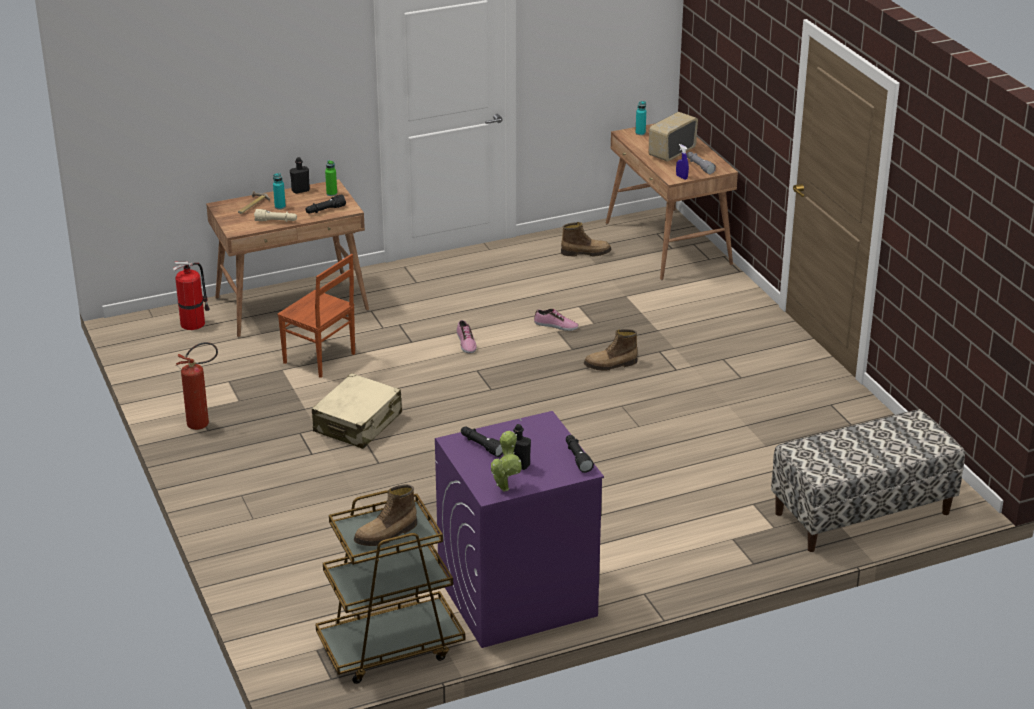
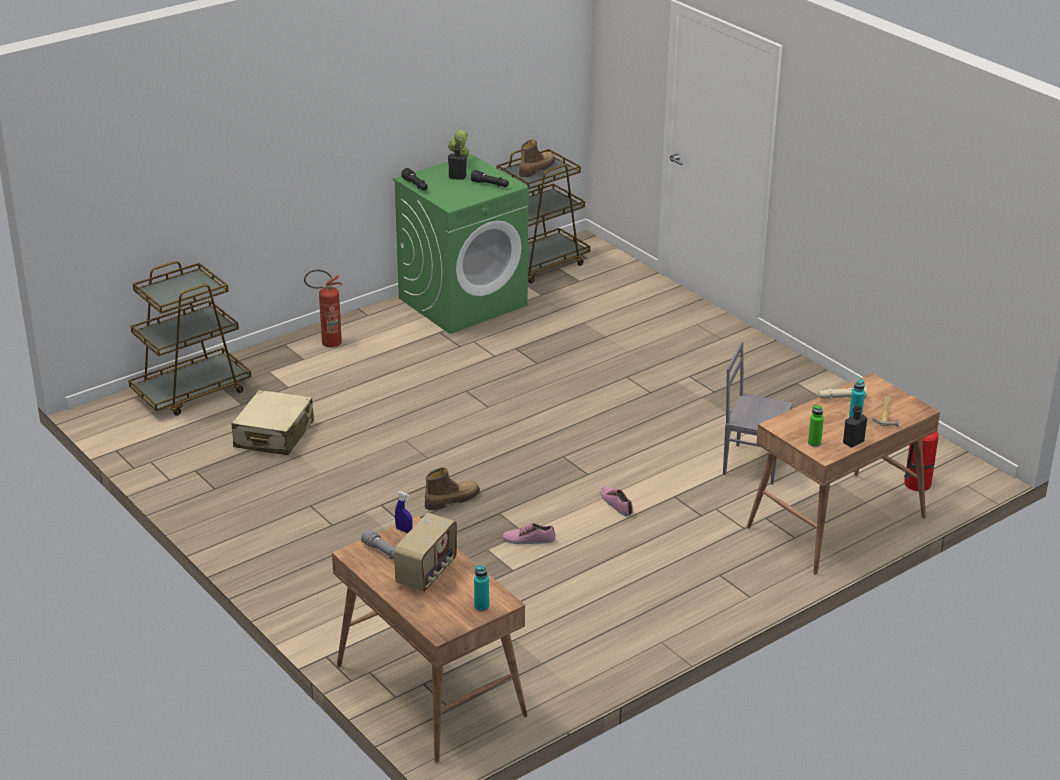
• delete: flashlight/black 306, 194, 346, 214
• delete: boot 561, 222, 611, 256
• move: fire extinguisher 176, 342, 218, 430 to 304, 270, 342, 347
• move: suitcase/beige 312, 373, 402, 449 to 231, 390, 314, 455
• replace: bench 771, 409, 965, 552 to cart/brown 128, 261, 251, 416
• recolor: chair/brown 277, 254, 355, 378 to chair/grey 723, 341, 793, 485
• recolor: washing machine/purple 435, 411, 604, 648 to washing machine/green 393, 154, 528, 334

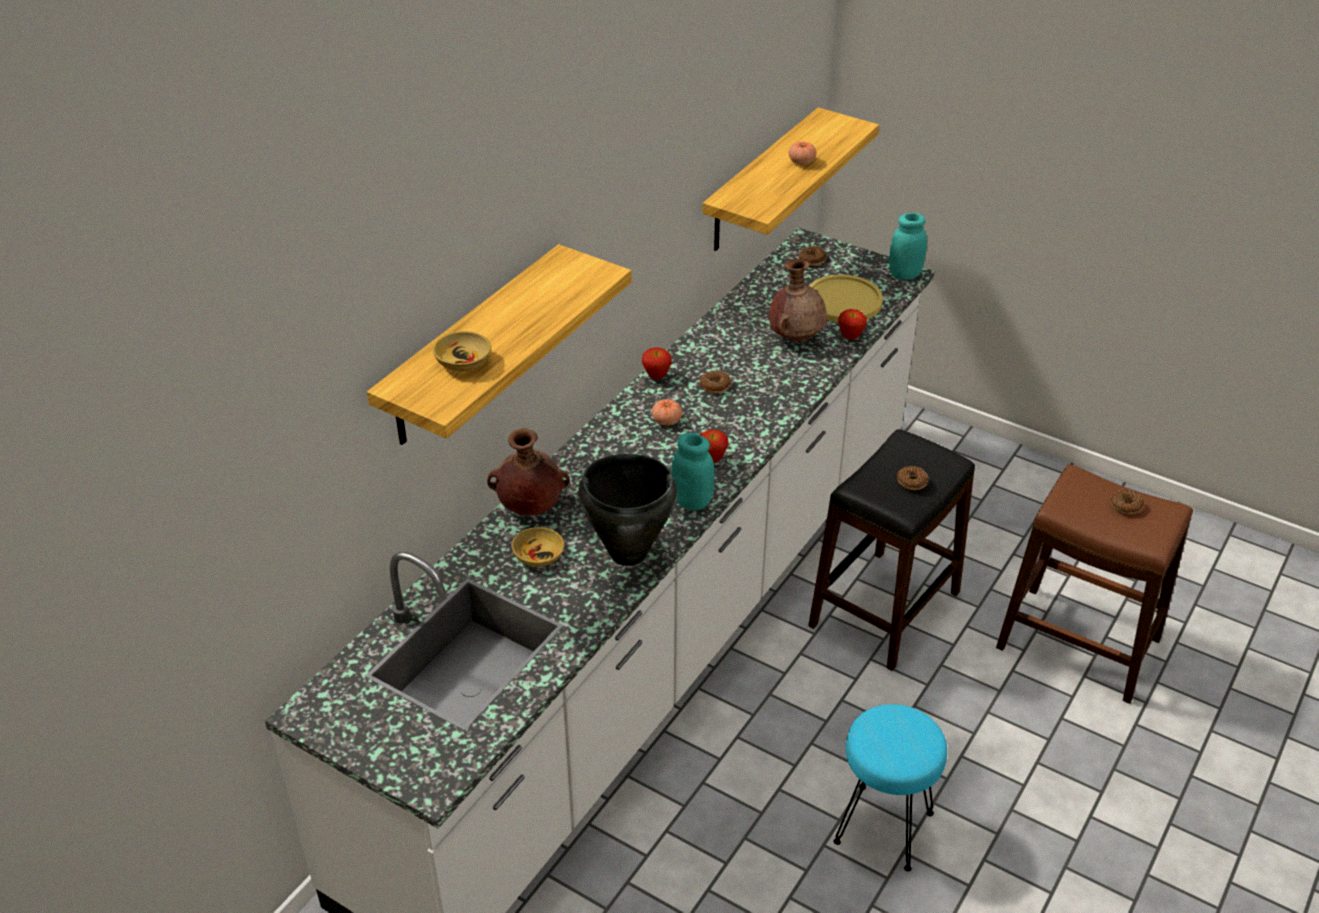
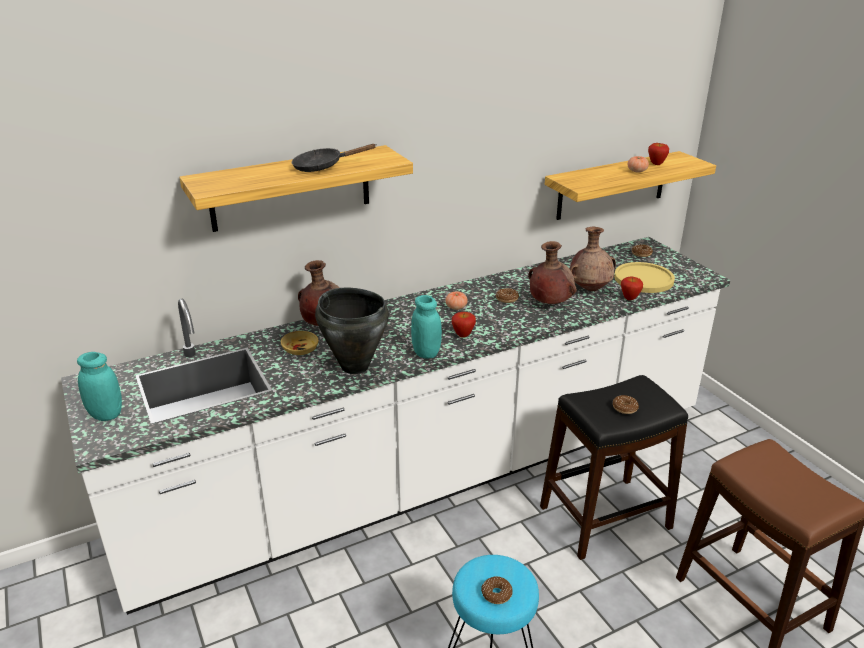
• delete: bowl/beige 433, 331, 491, 371
• insert: frying pan/black 292, 144, 377, 172
• insert: vase/brown 528, 241, 577, 304
• move: apple 642, 348, 671, 380 to 648, 143, 669, 165
• move: jar/turquoise 889, 213, 927, 280 to 77, 352, 122, 421
• move: donut 1111, 489, 1144, 514 to 481, 576, 513, 604

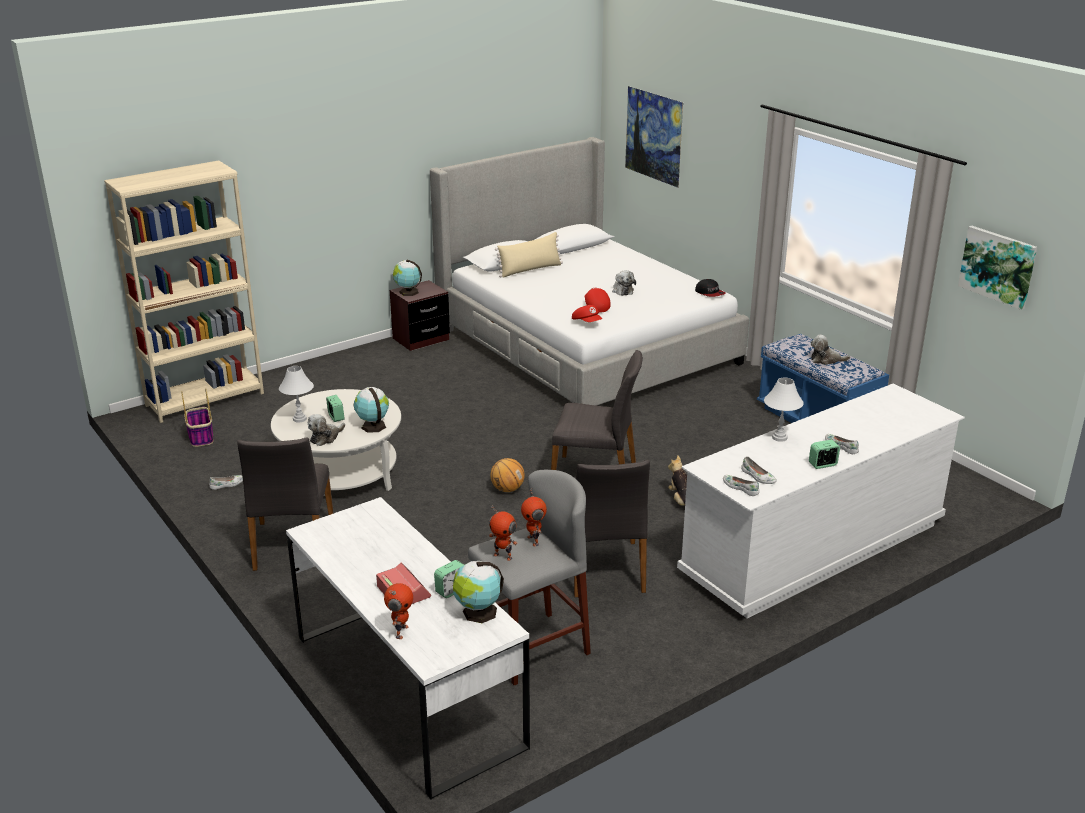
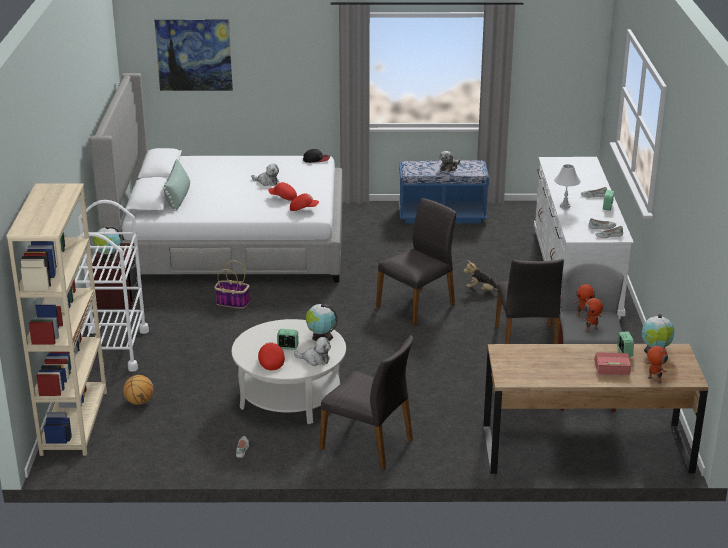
• delete: picture 958, 226, 1037, 310
• insert: cart/white 75, 200, 149, 372
• move: basket 181, 388, 214, 447 to 215, 260, 249, 309
• move: basketball 490, 458, 525, 492 to 123, 375, 154, 405
• replace: table lamp/white 279, 366, 314, 423 to cap/red 258, 342, 285, 370
• recolor: desk/white 286, 497, 530, 800 to desk/brown 483, 344, 709, 474
• recolor: pillow/beige 495, 232, 563, 278 to pillow/green 163, 159, 190, 211
• rotate: plush toy 308, 414, 345, 446 = 294, 337, 331, 366 60 degrees counterclockwise
• rotate: chair/grey 574, 460, 650, 597 = 495, 259, 564, 344 60 degrees clockwise

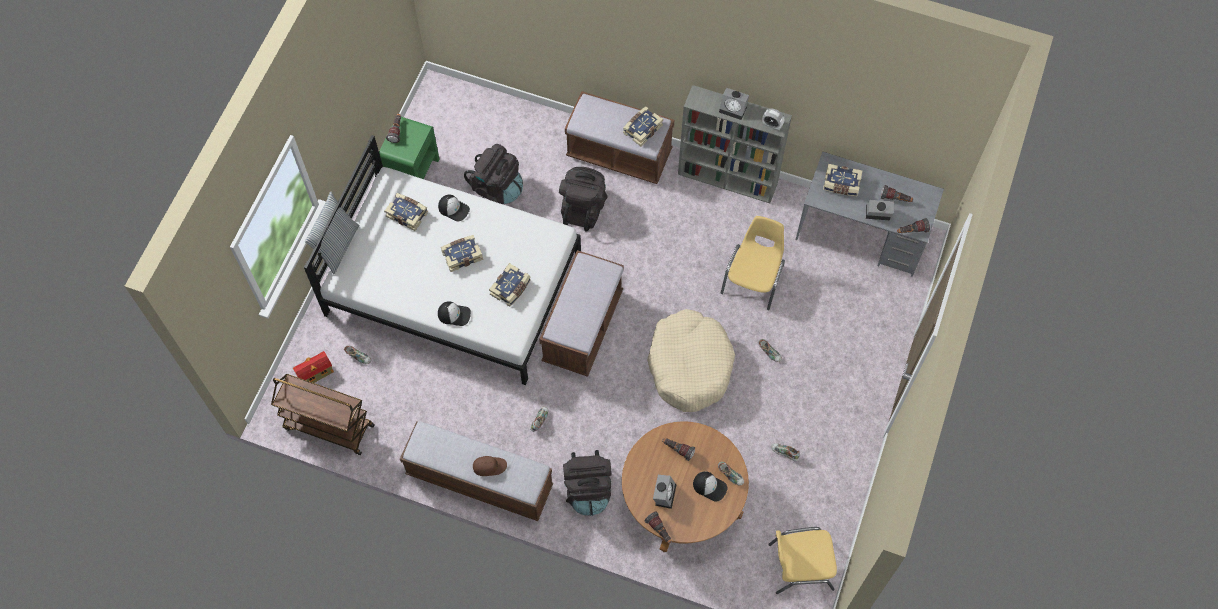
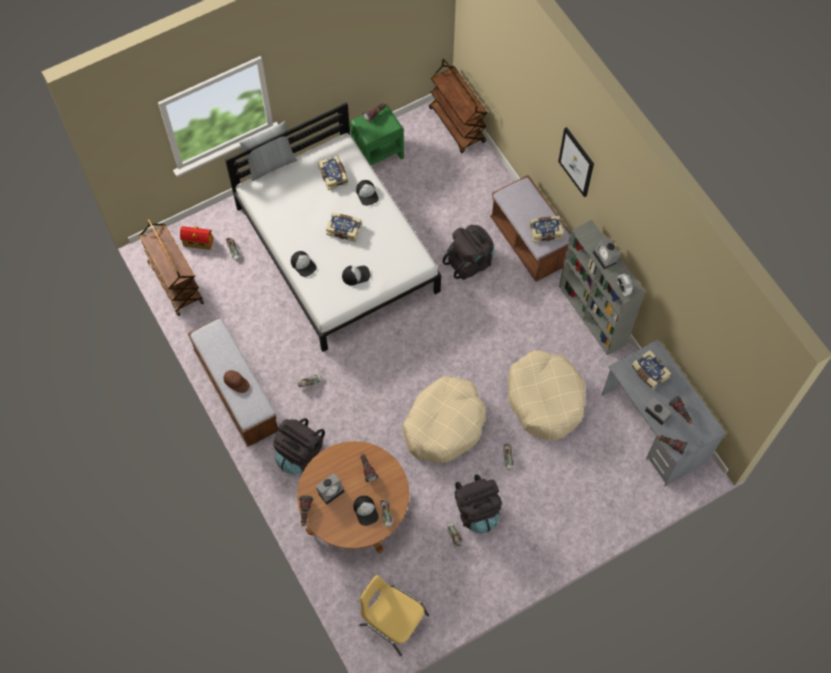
• delete: bench/brown 539, 250, 624, 377
• insert: cart/brown 429, 59, 487, 153
• insert: picture 558, 127, 594, 197
• move: backpack/black 464, 144, 523, 204 to 455, 474, 502, 533
• replace: book 489, 263, 531, 306 to cap 342, 266, 371, 285
• replace: chair/yellow 721, 216, 785, 310 to dog bed/beige 508, 350, 585, 441

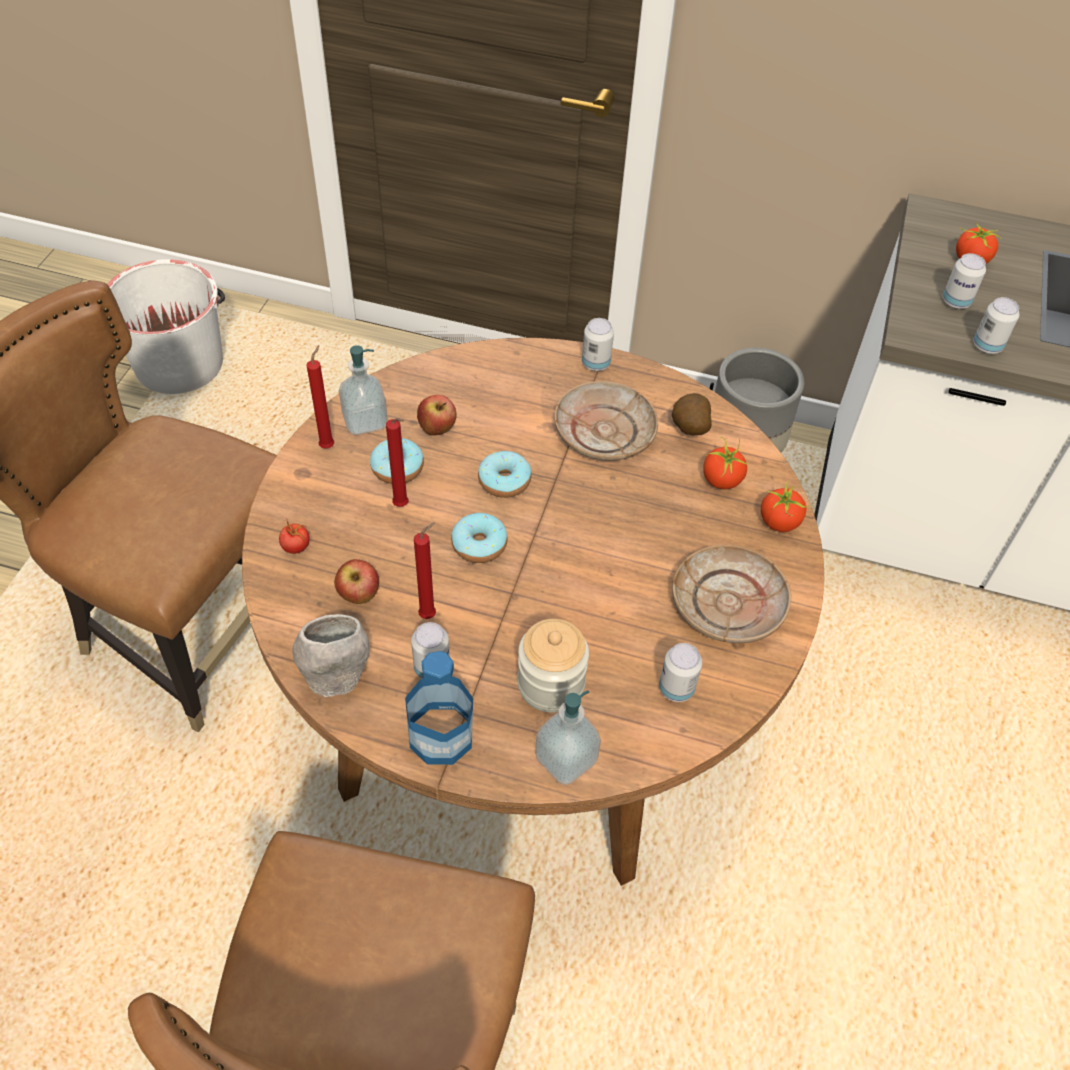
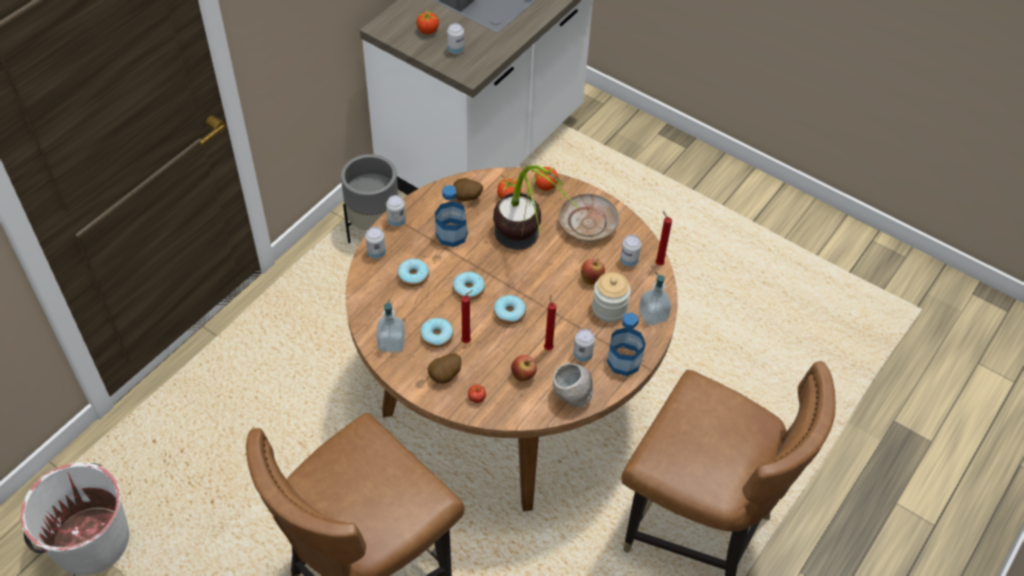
• insert: donut 397, 259, 429, 287
• insert: potato 428, 354, 461, 384
• insert: potted plant 493, 165, 579, 250
• move: candle/red 307, 345, 334, 449 to 655, 211, 672, 265
• move: apple 417, 395, 457, 436 to 581, 259, 605, 285
• move: can 973, 297, 1020, 354 to 365, 227, 386, 259
• replace: plate/beige 554, 381, 658, 461 to bottle 435, 185, 468, 247

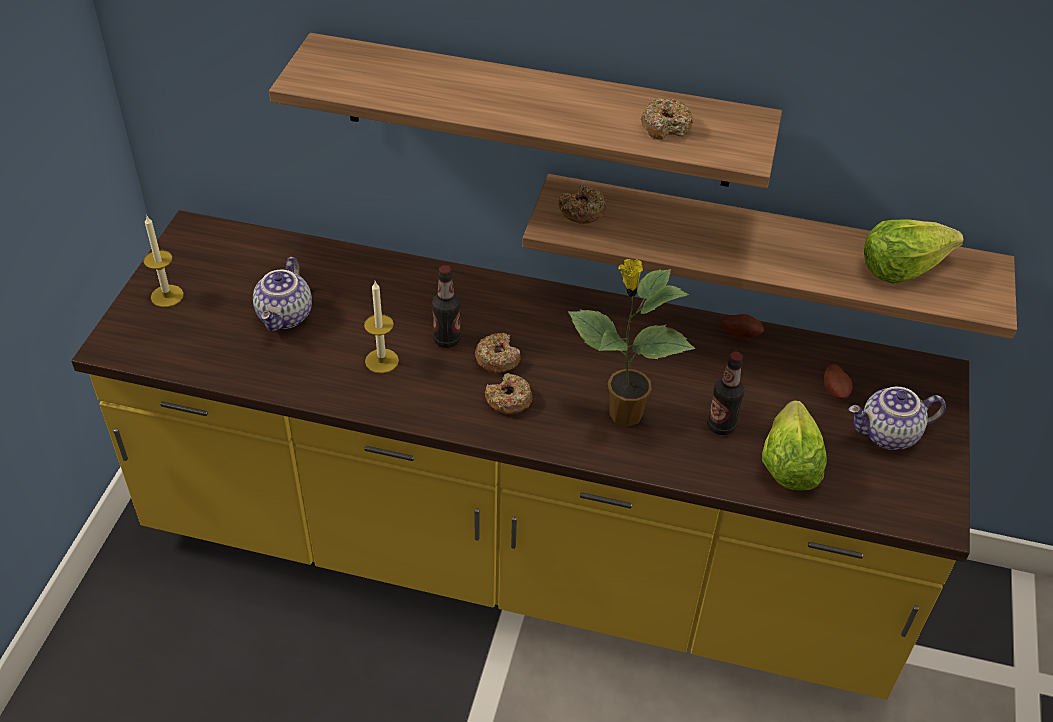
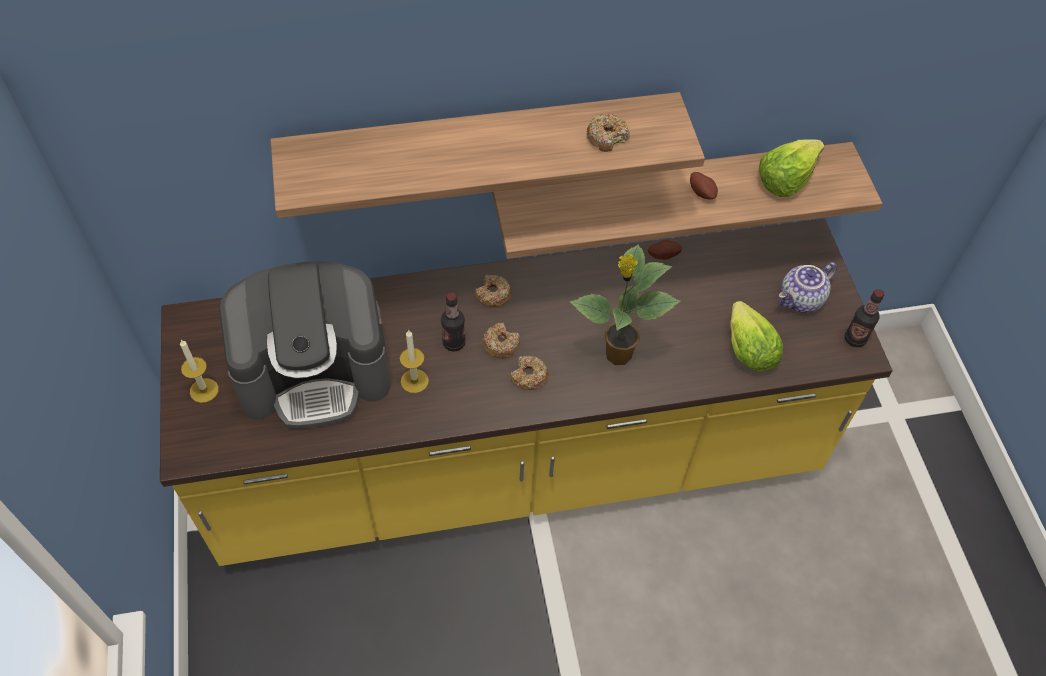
• move: donut 558, 185, 606, 224 to 475, 275, 512, 307
• move: bottle 707, 352, 744, 435 to 845, 289, 884, 347
• move: potato 824, 364, 852, 400 to 690, 172, 718, 200
• replace: teapot 253, 257, 312, 331 to coffee machine 219, 261, 391, 429

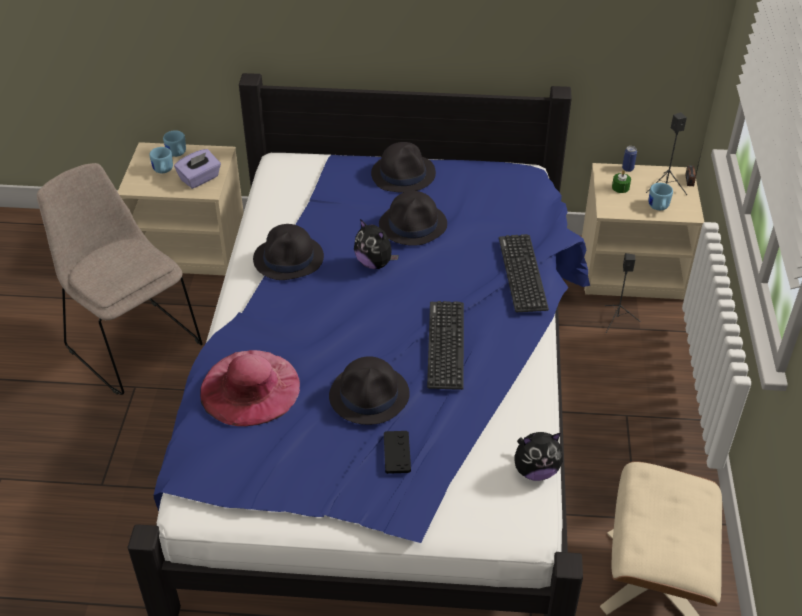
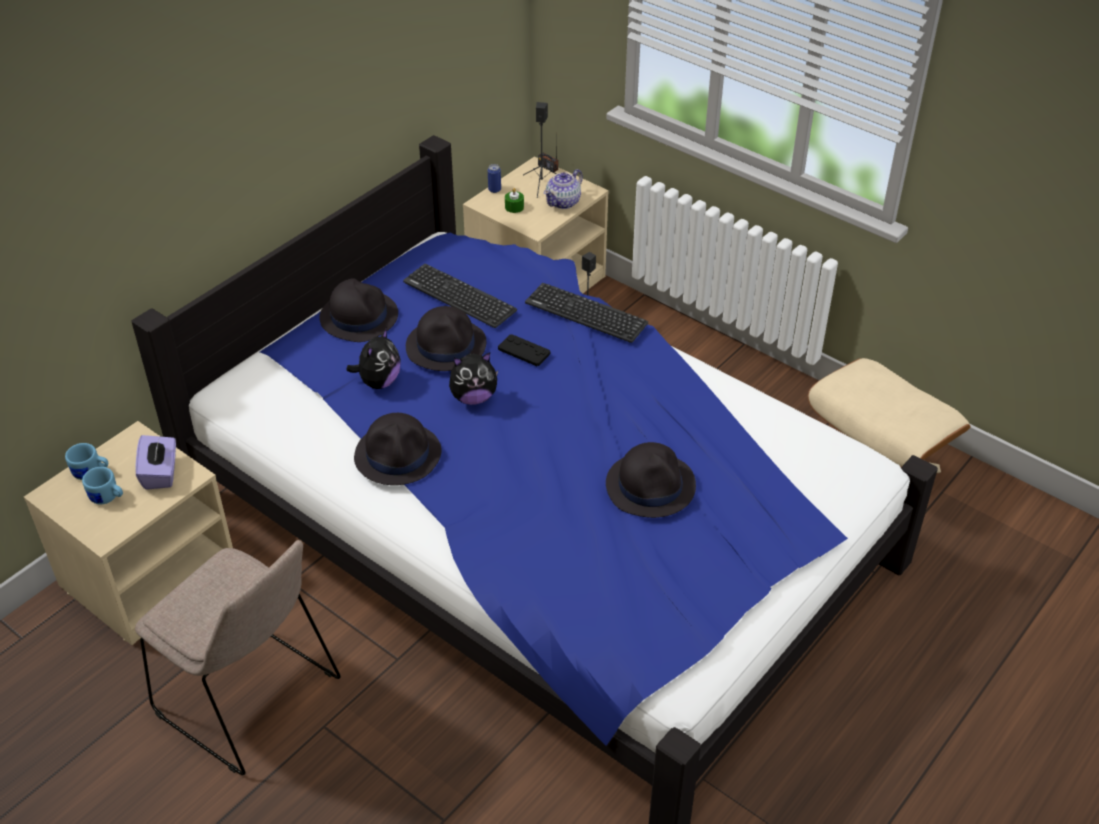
• delete: hat/pink 200, 350, 300, 427
• move: game controller/black 384, 431, 411, 474 to 498, 334, 550, 366
• move: keyboard 427, 301, 464, 390 to 403, 264, 517, 328
• move: plush toy 515, 432, 563, 481 to 346, 328, 400, 389
• replace: mug/blue 648, 183, 673, 210 to teapot 544, 169, 583, 209
• rotate: chair/beige 37, 163, 203, 395 = 135, 540, 341, 775 135 degrees counterclockwise

